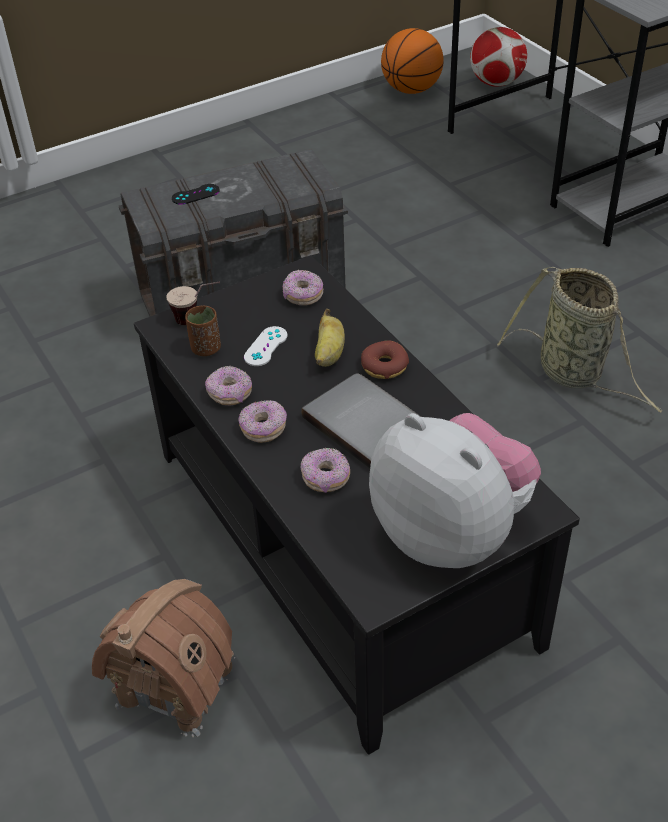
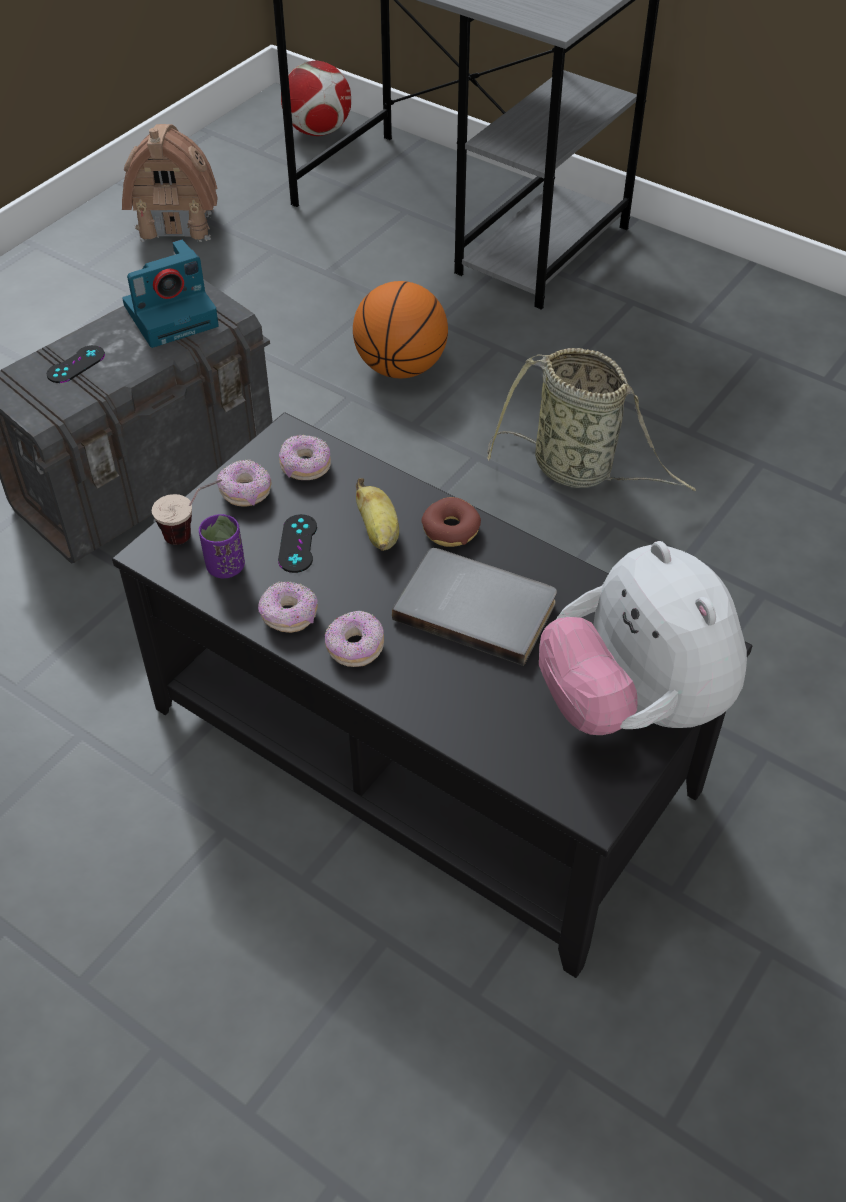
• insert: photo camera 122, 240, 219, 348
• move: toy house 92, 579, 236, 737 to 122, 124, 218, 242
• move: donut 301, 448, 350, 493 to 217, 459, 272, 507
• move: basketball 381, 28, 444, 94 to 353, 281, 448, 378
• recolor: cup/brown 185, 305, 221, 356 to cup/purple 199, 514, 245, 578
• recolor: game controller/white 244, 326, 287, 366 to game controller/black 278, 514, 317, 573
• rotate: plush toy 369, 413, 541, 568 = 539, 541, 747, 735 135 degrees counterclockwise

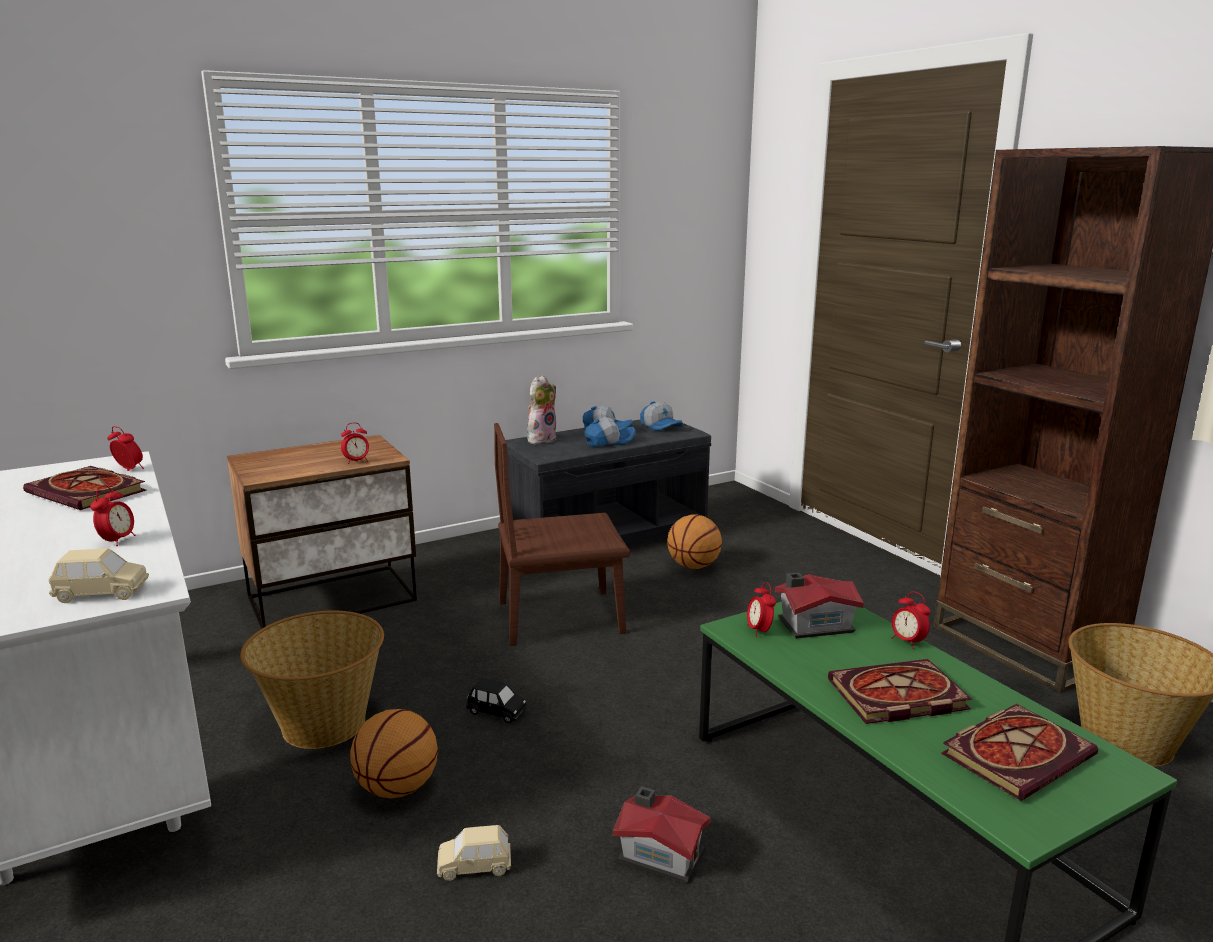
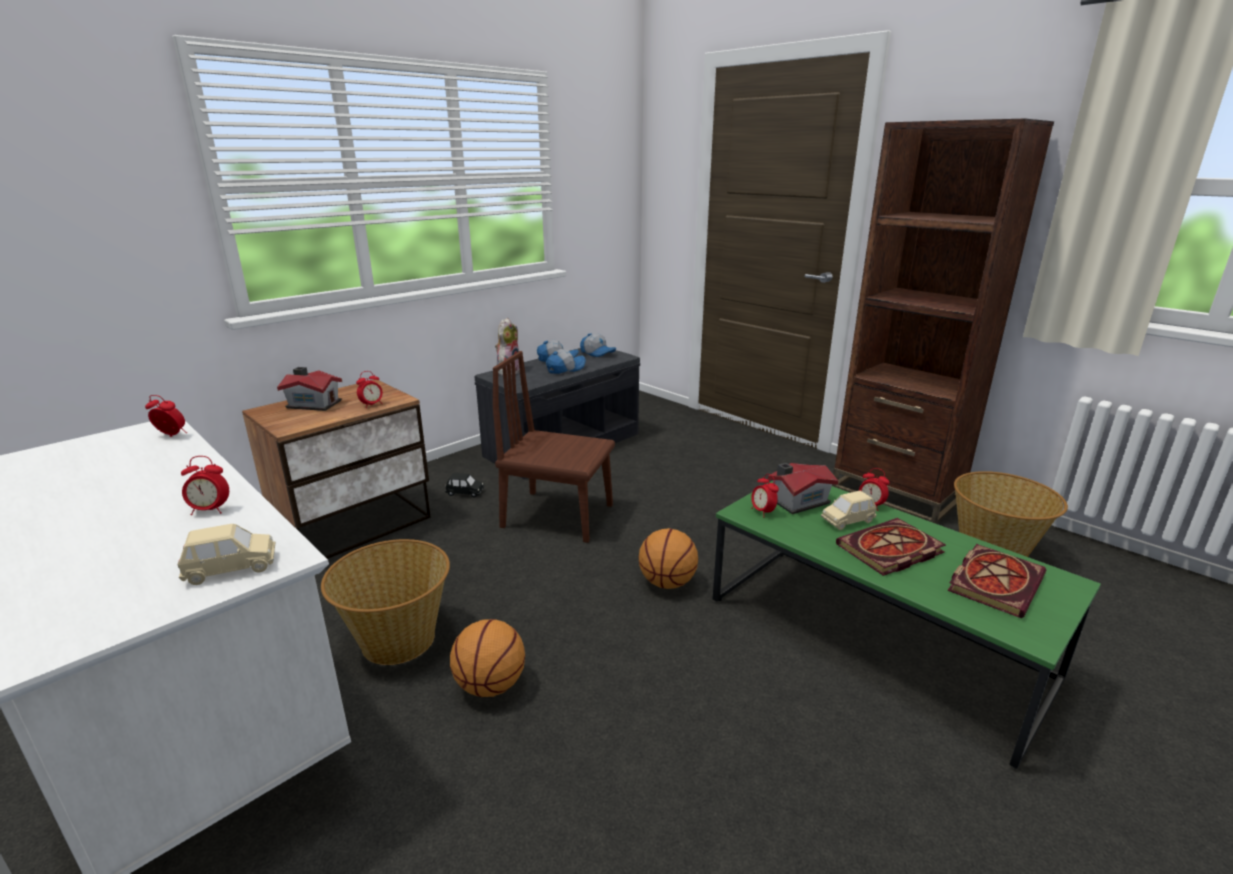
• delete: book 23, 466, 146, 510
• move: toy car/beige 437, 825, 511, 881 to 821, 491, 877, 530
• move: toy car/black 466, 678, 527, 723 to 445, 473, 484, 498
• move: toy house 613, 786, 711, 883 to 277, 367, 342, 411
• move: basketball 667, 515, 722, 569 to 639, 528, 698, 589
• rotate: alarm clock 90, 485, 135, 546 = 181, 456, 229, 515 90 degrees clockwise
• rotate: chair/brown 494, 423, 630, 646 = 493, 351, 615, 543 45 degrees clockwise

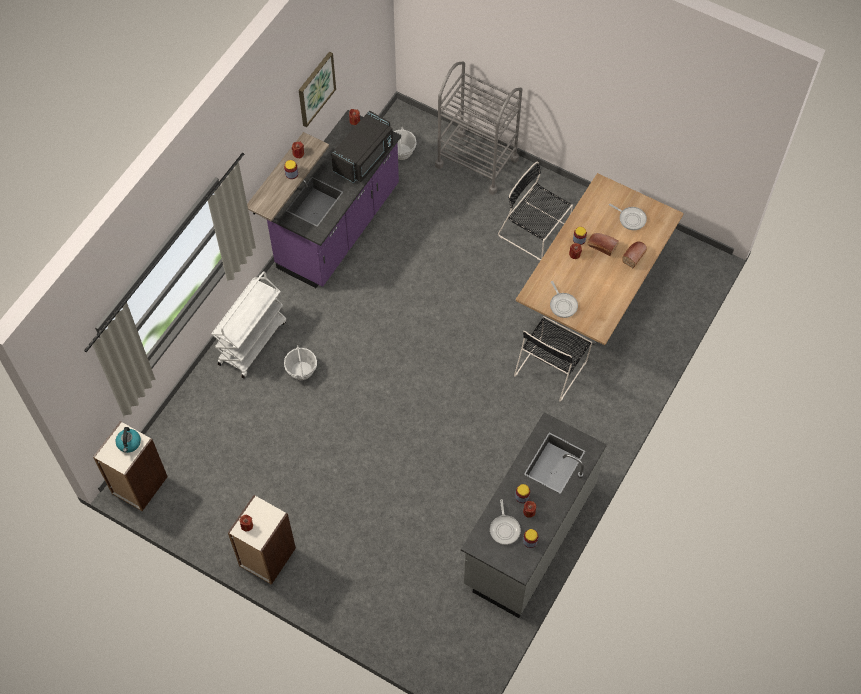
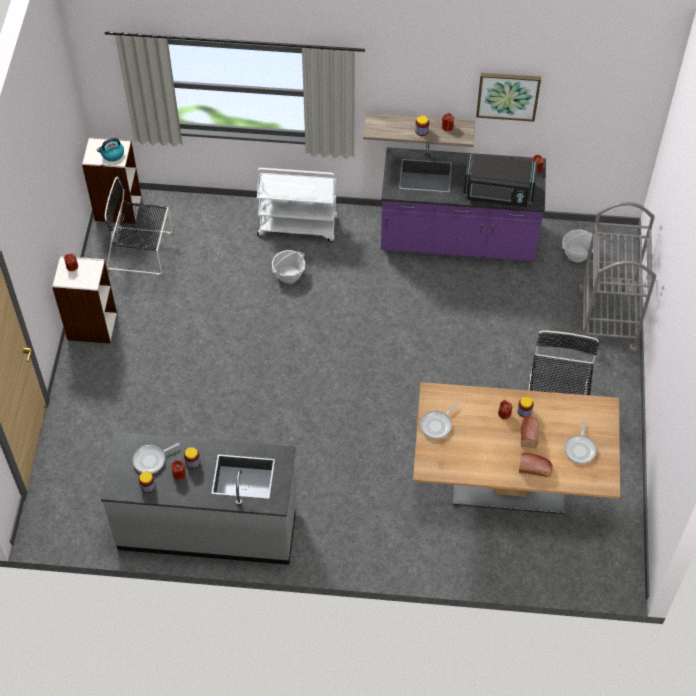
• move: chair/black 514, 316, 592, 402 to 105, 177, 172, 275

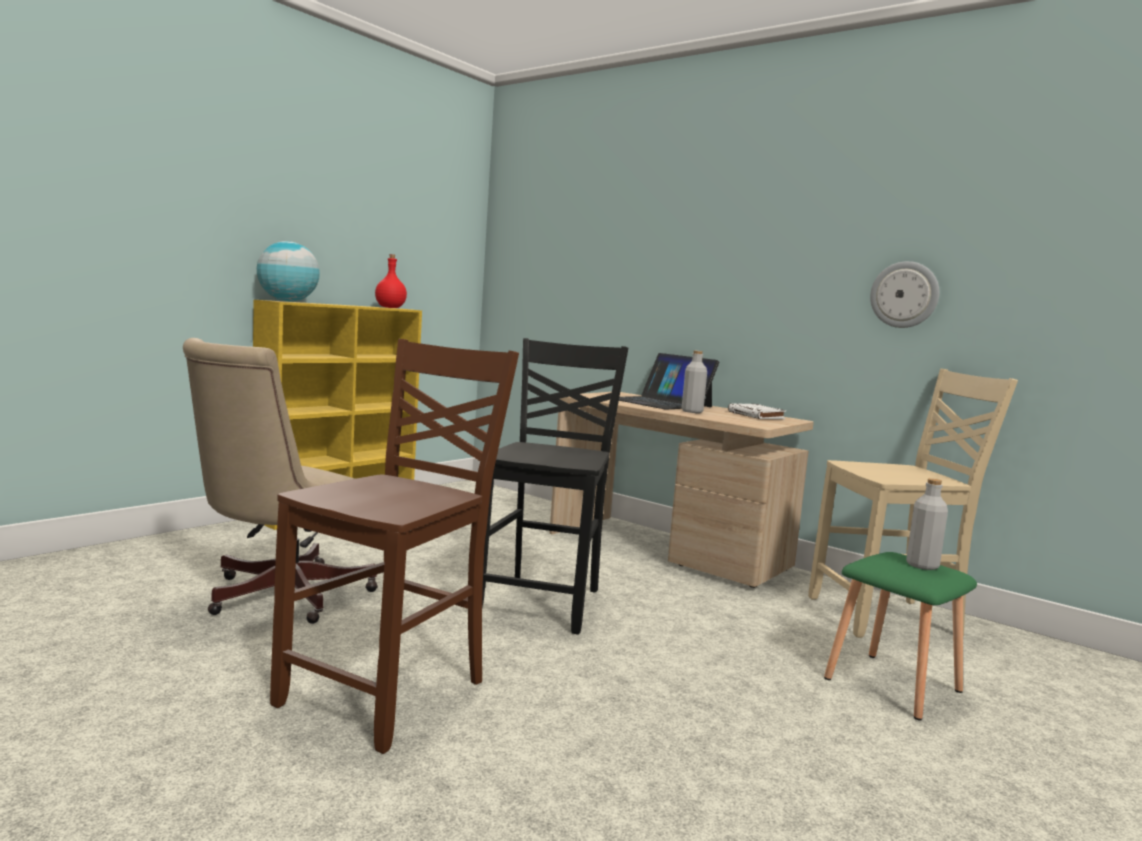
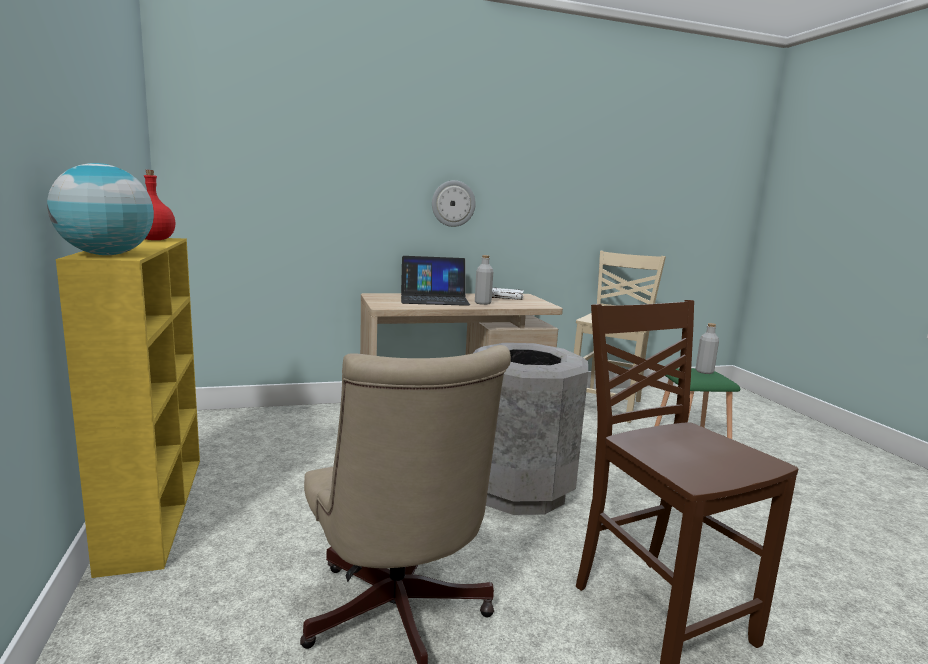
• move: wall clock 870, 261, 939, 328 to 432, 180, 476, 227
• replace: chair/black 482, 338, 628, 635 to trash can/grey 474, 343, 588, 515

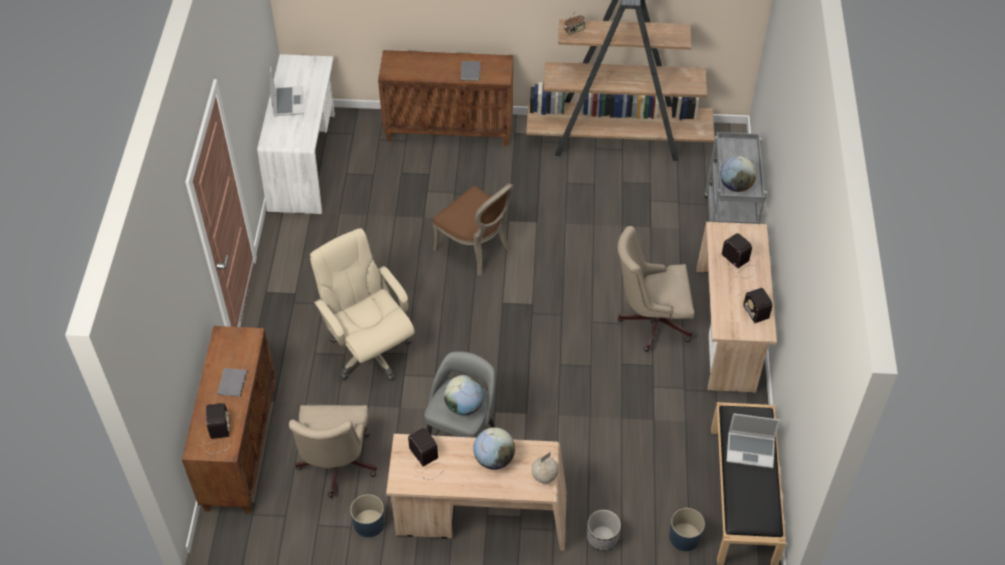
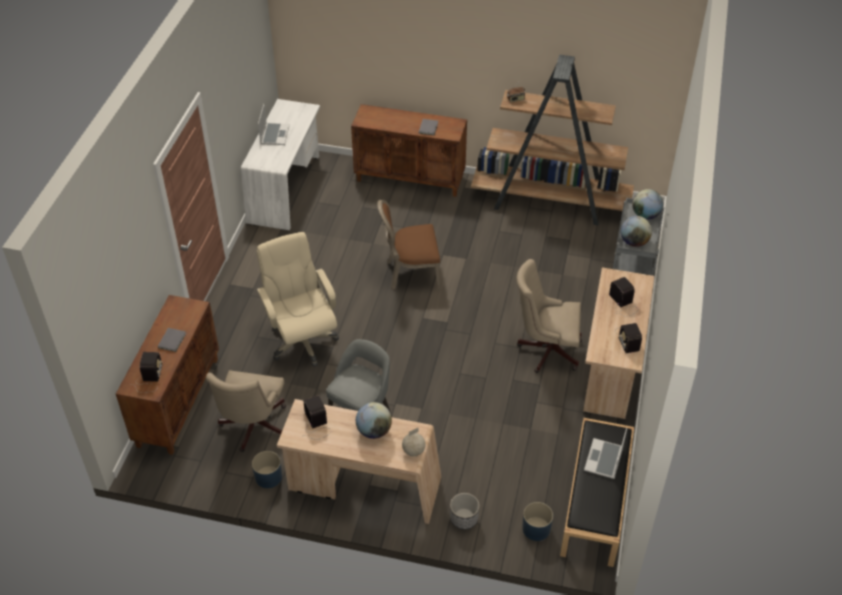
• move: globe 444, 375, 484, 415 to 632, 189, 663, 219
• rotate: chair/brown 433, 183, 514, 276 = 377, 200, 441, 290 120 degrees clockwise
• rotate: laptop 726, 413, 780, 468 = 584, 428, 627, 479 90 degrees clockwise

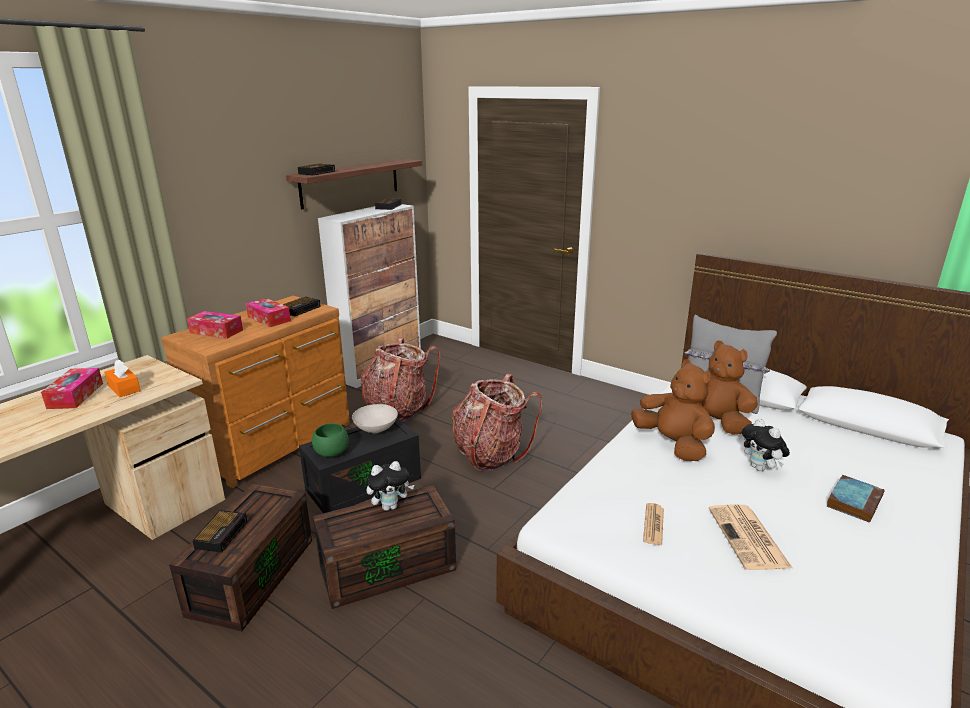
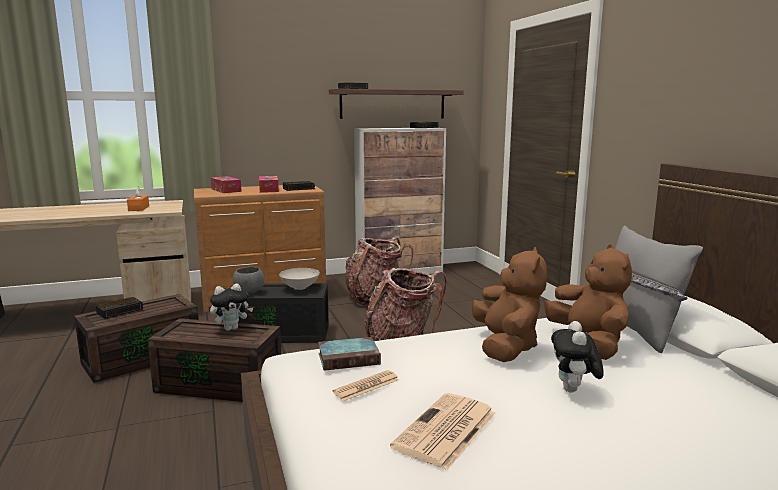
• delete: tissue box 41, 368, 103, 409
• move: book 827, 475, 884, 523 to 318, 337, 381, 371
• recolor: bowl/green 312, 423, 349, 457 to bowl/grey 233, 267, 265, 293
• rotate: plush toy 366, 461, 414, 511 = 210, 284, 253, 331 45 degrees counterclockwise

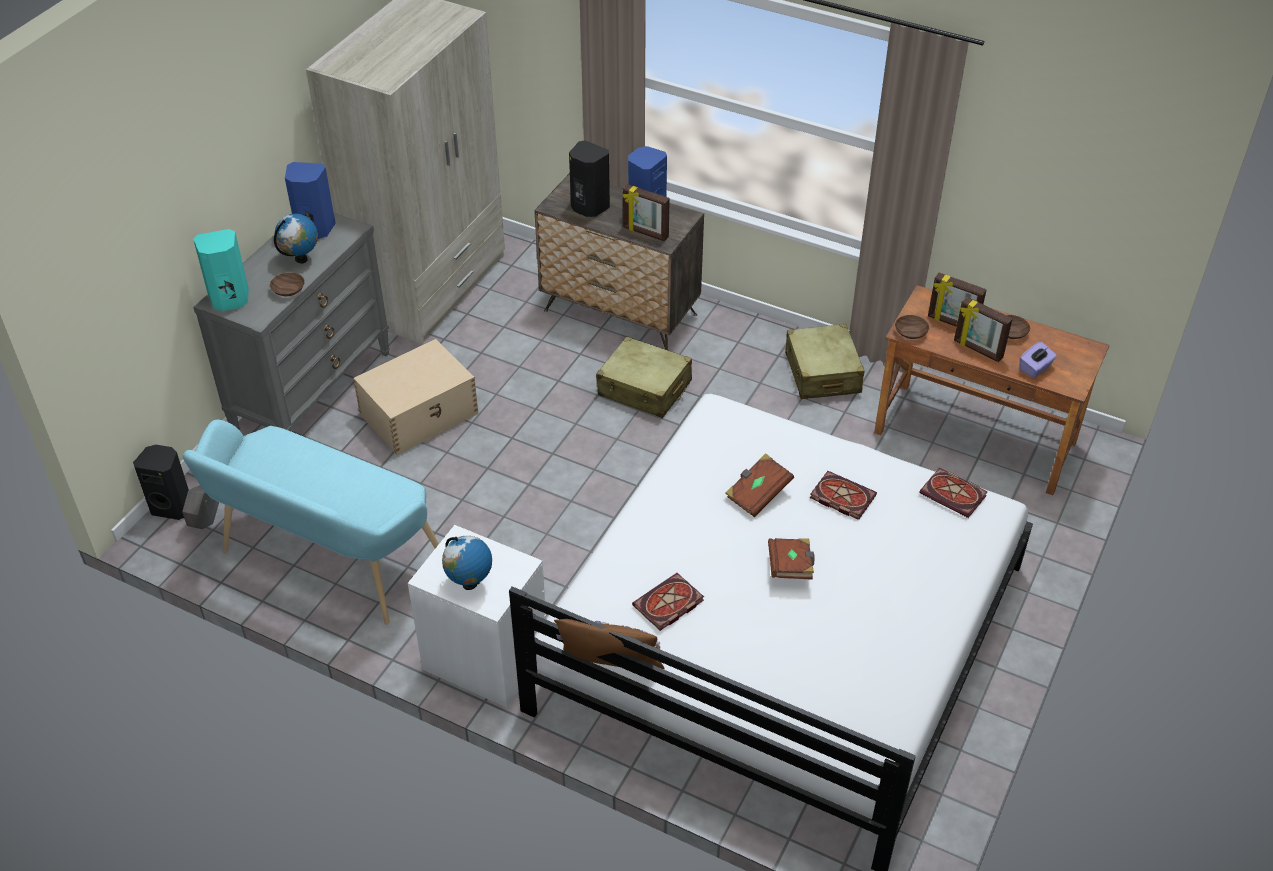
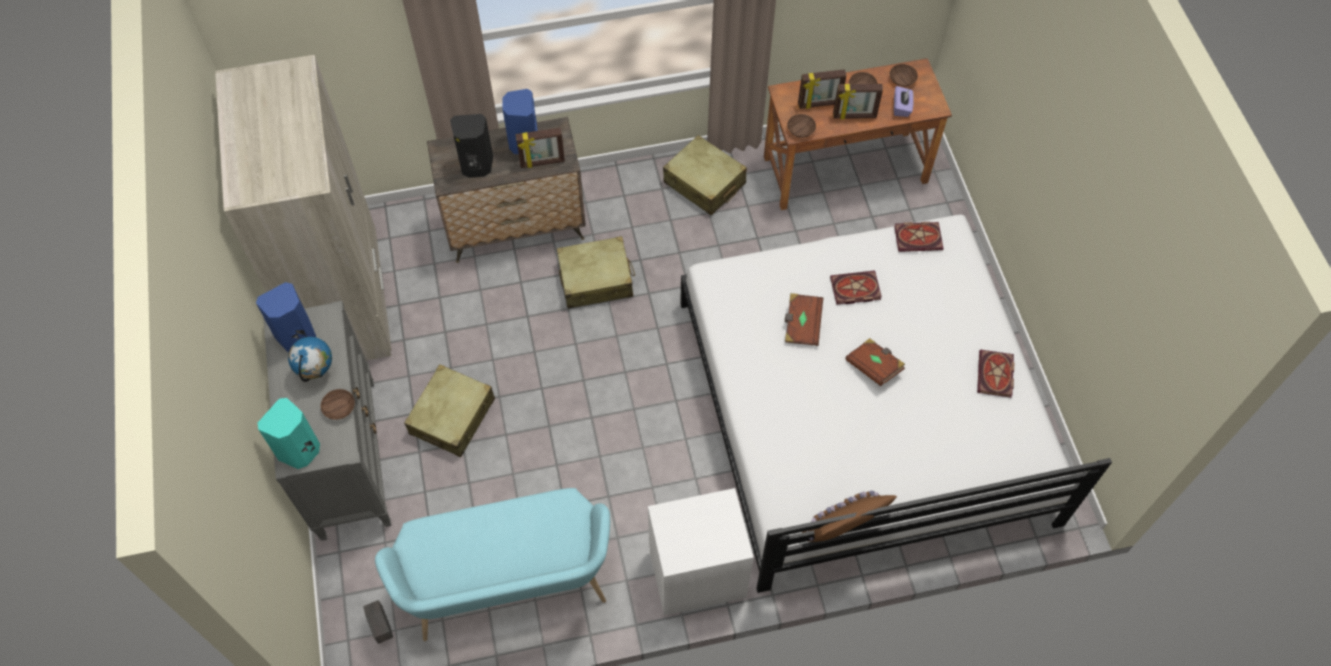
• delete: speaker/black 133, 445, 189, 520
• delete: globe 442, 536, 492, 590
• insert: bowl/brown 890, 64, 918, 87
• move: book 632, 573, 704, 631 to 977, 350, 1014, 398
• replace: storage box/beige 353, 339, 478, 455 to suitcase/beige 404, 364, 495, 457

